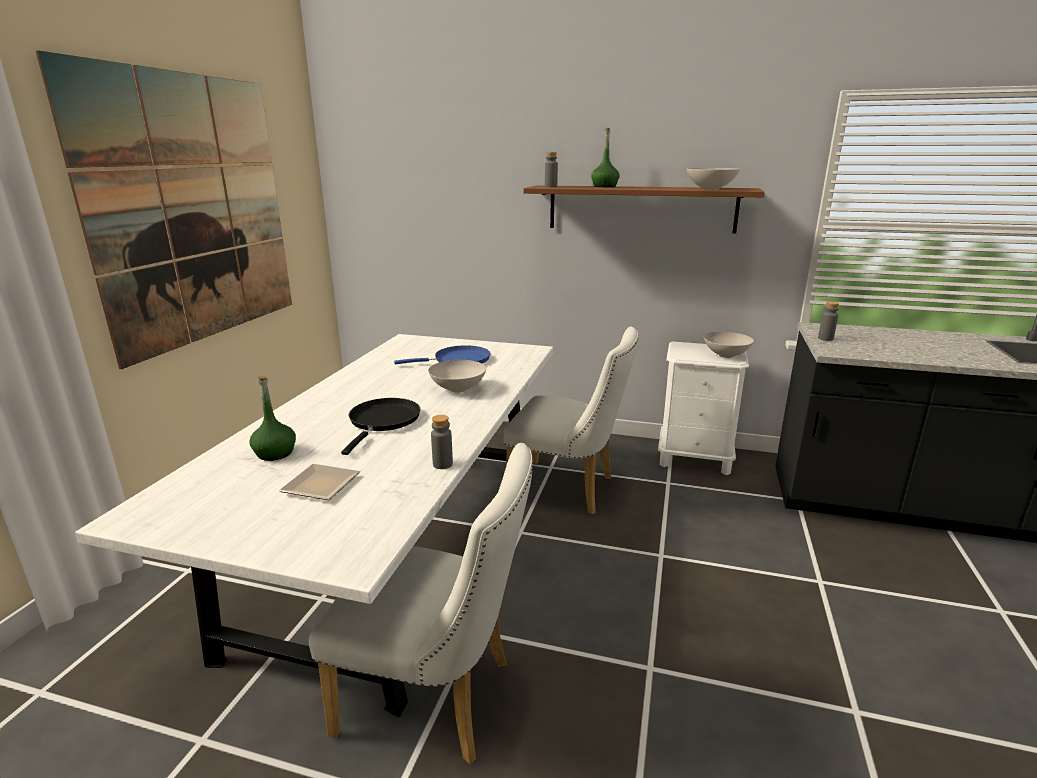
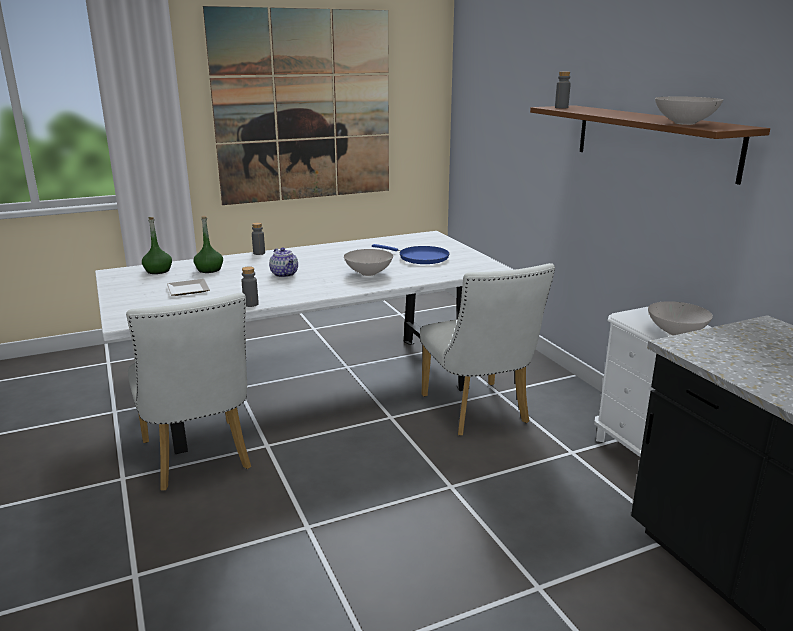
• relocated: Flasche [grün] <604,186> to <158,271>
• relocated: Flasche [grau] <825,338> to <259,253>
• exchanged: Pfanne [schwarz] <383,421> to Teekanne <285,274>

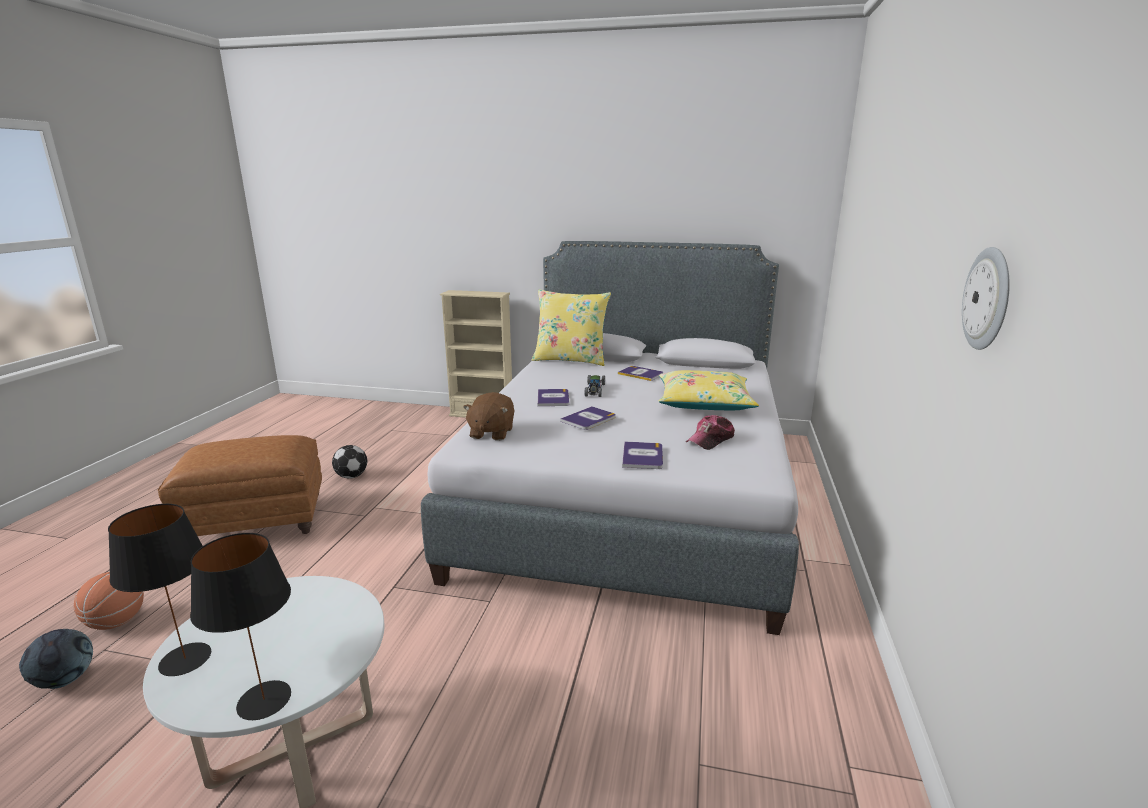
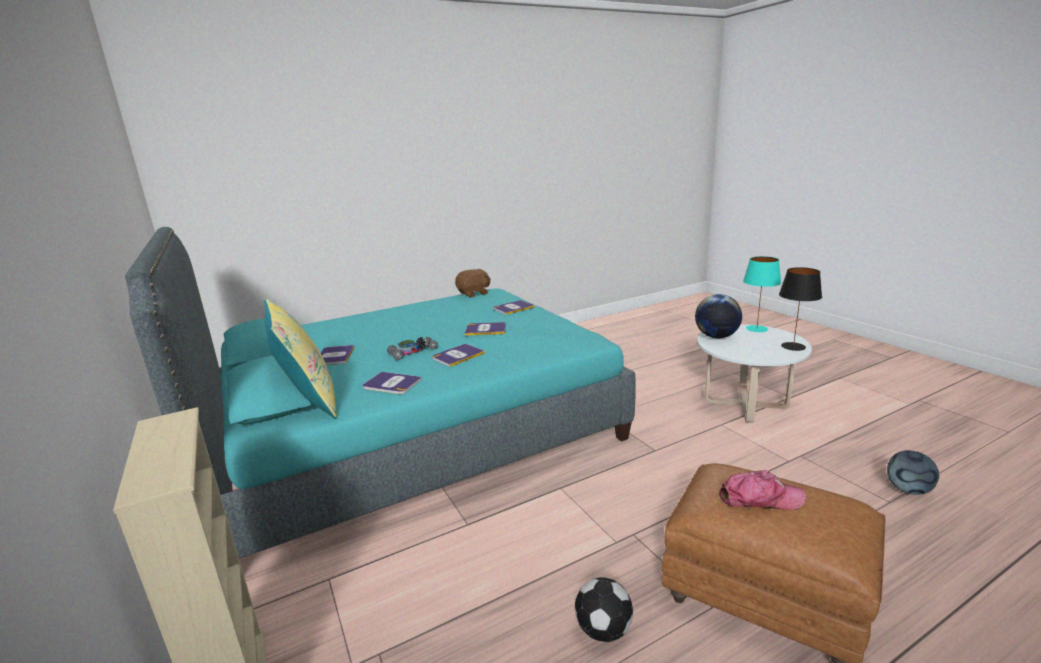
• colour: Bett [grau] <629,492> to Bett [türkis] <412,436>
• missing: Wanduhr <988,299>
• missing: Kissen [gelb] <704,403>
• relocated: Plüschtier [braun] <491,433> to <474,294>
• relocated: Kappe <710,440> to <759,498>
• colour: Tischlampe [schwarz] <263,700> to Tischlampe [türkis] <757,329>
• missing: Basketball <116,622>
• appeared: Globus <716,337>
• appeared: Buch <391,384>

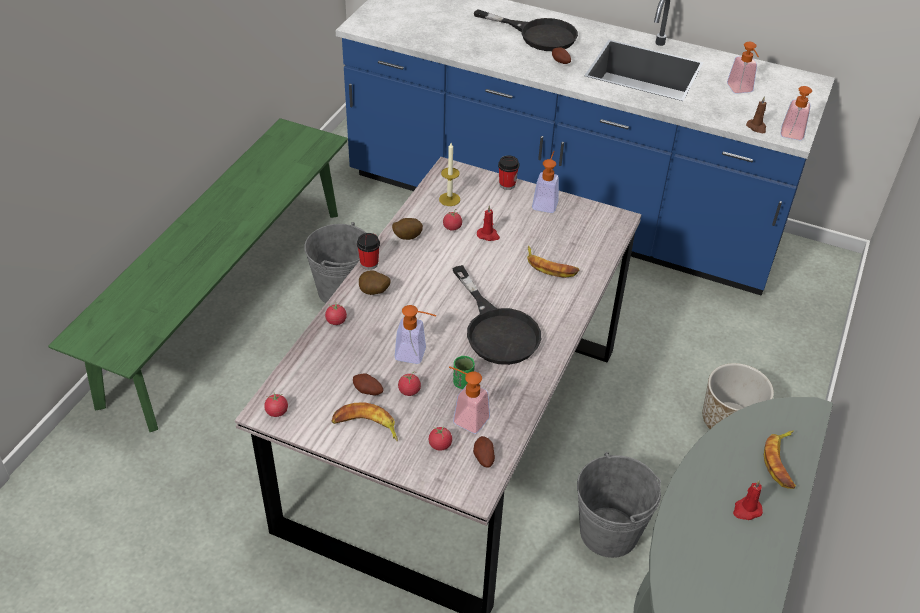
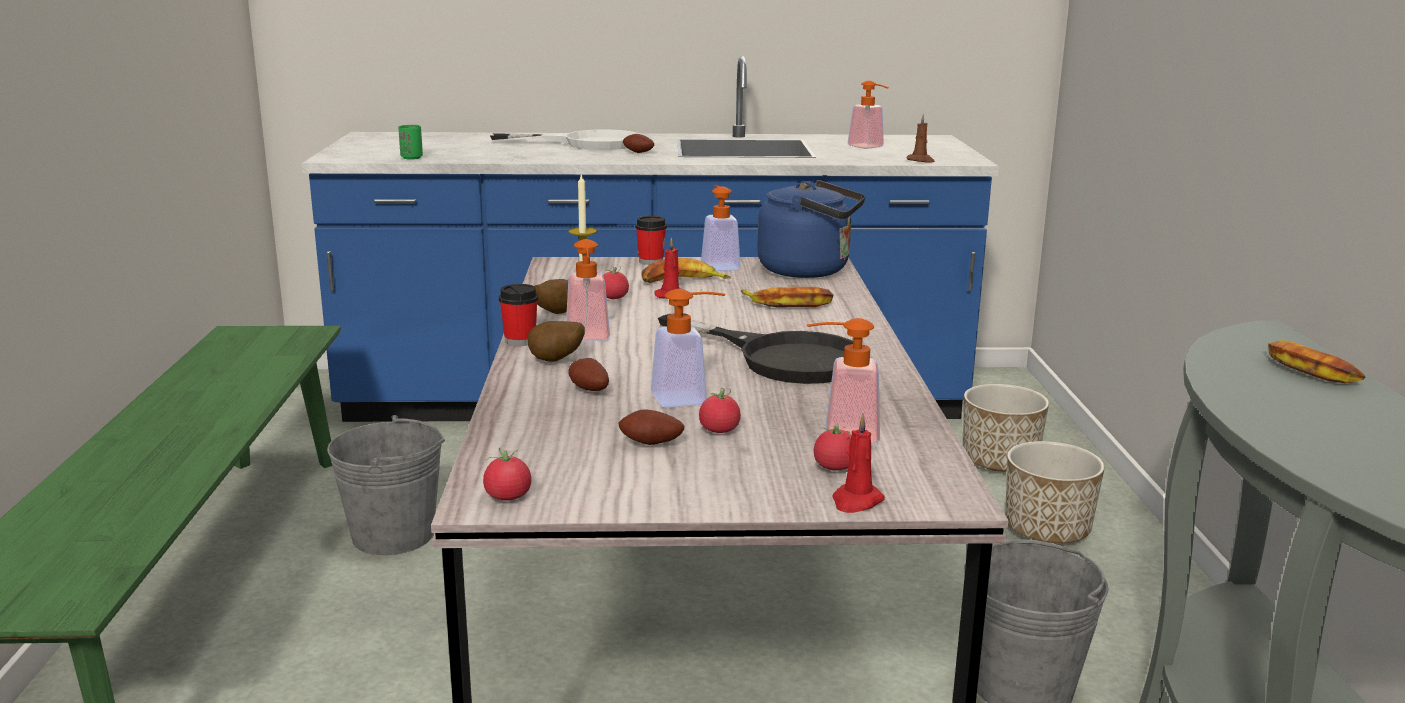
• colour: Pfanne [schwarz] <538,34> to Pfanne [weiß] <587,143>
• relocated: Seifenspender <791,136> to <588,339>
• missing: Tomate <336,321>
• relocated: Tasse [grün] <463,383> to <411,158>
• relocated: Banane <366,426> to <682,281>
• relocated: Kartoffel <483,458> to <588,390>
• relocated: Kerze [rot] <746,510> to <856,501>
• appeared: Wasserkessel [blau] <810,270>
• appeared: Pflanzkübel <999,462>

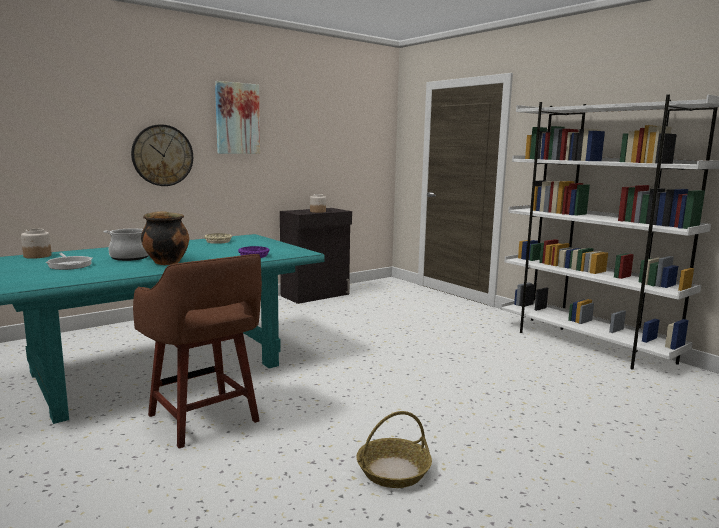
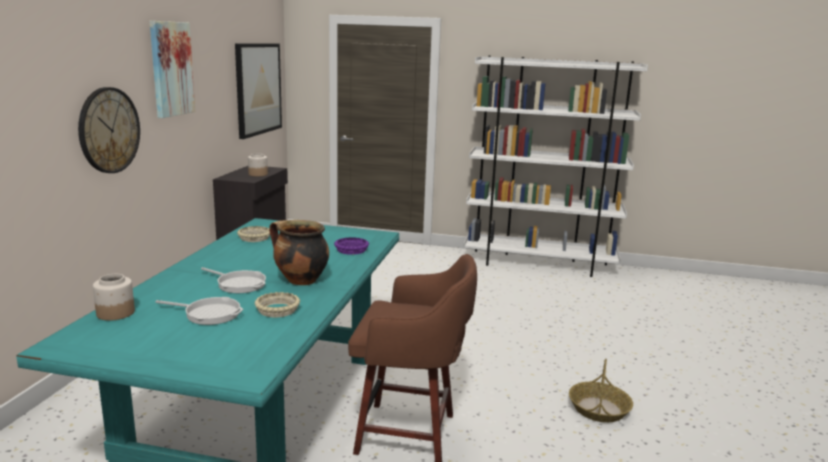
• exchanged: Kochtopf <130,257> to Pfanne <239,284>
• appeared: Bild <258,89>
• appeared: Schüssel [beige] <277,310>

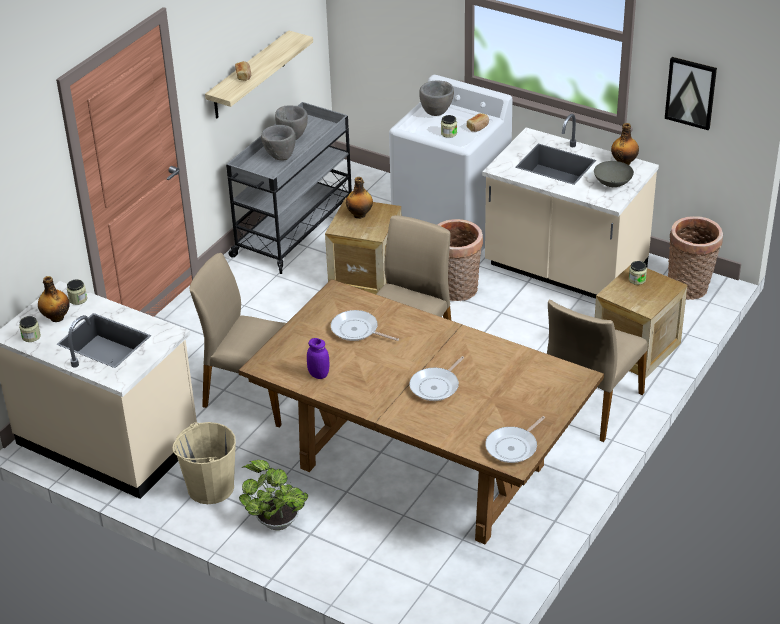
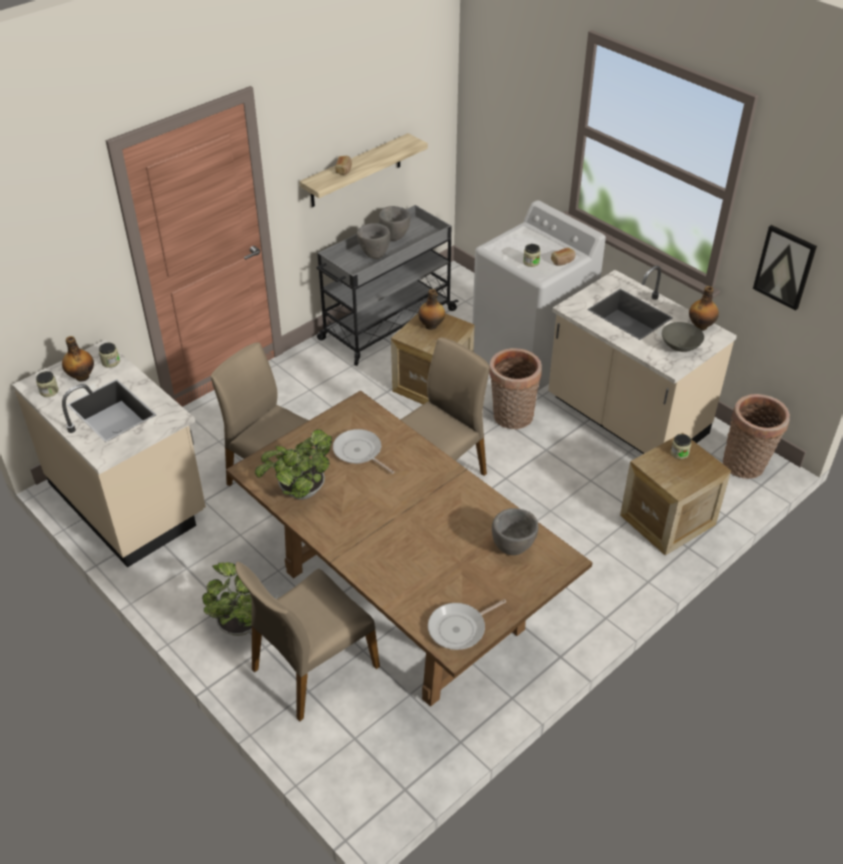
• relocated: Schüssel [grau] <436,113> to <513,548>
• relocated: Stuhl [beige] <589,405> to <313,667>
• exchanged: Vorratsglas [lila] <318,374> to Topfpflanze <299,493>
• missing: Pfanne <436,386>
• missing: Eimer [beige] <210,487>

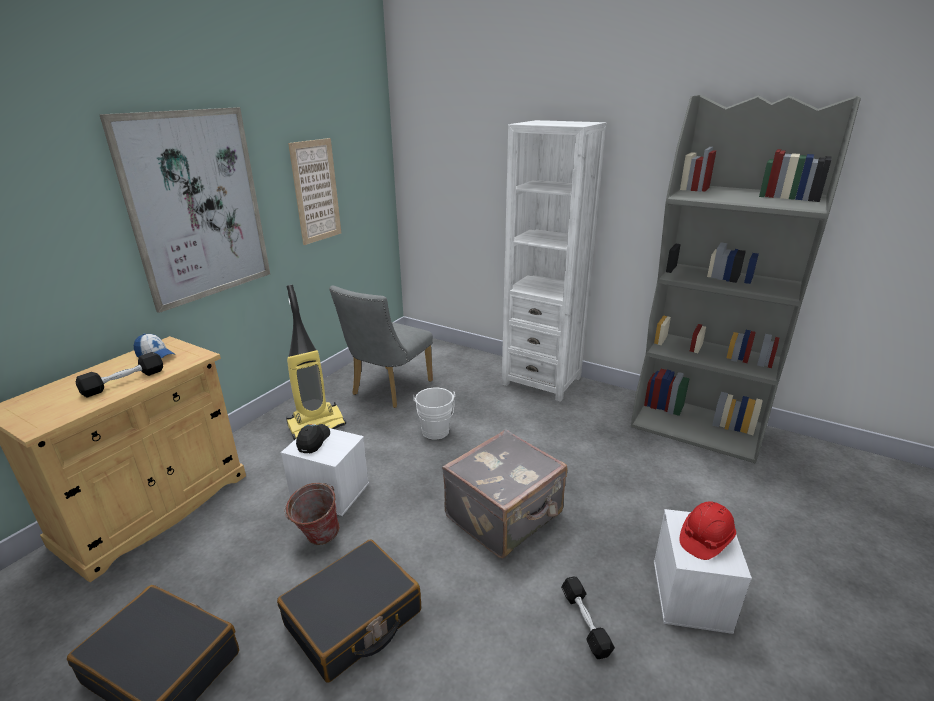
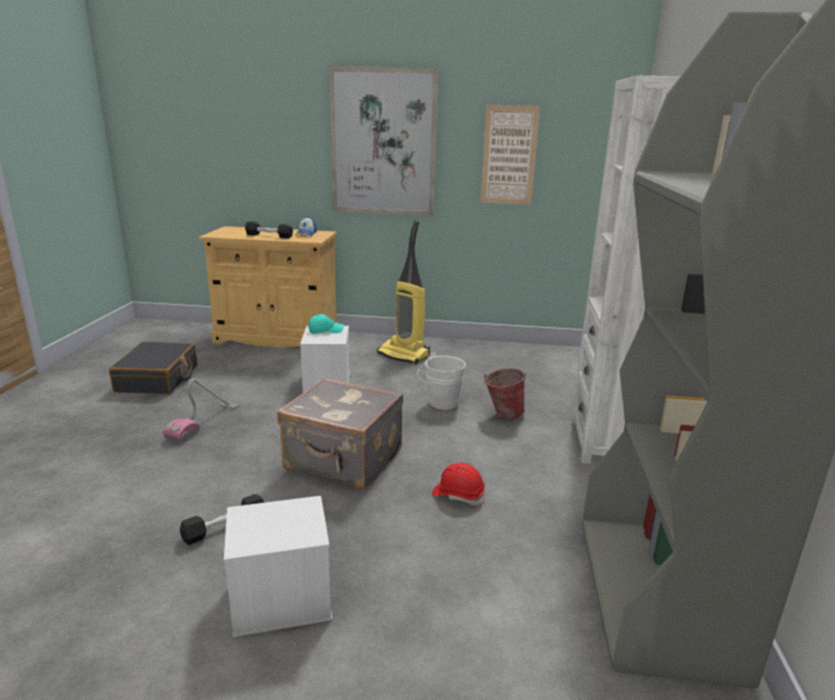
• missing: Stuhl [grau] <388,390>
• colour: Kappe [schwarz] <313,441> to Kappe [türkis] <326,330>
• relocated: Eimer <317,538> to <502,414>
• relocated: Schutzhelm [rot] <705,539> to <458,495>
• exchanged: Koffer [schwarz] <353,619> to Staubsauger <203,422>

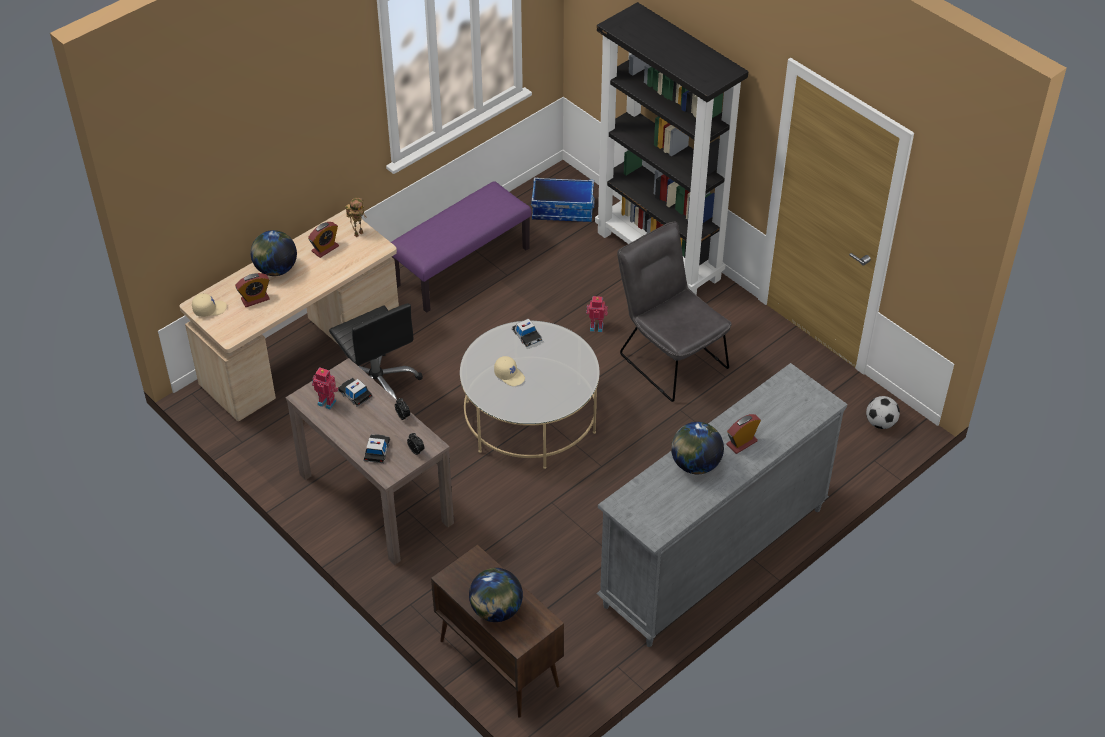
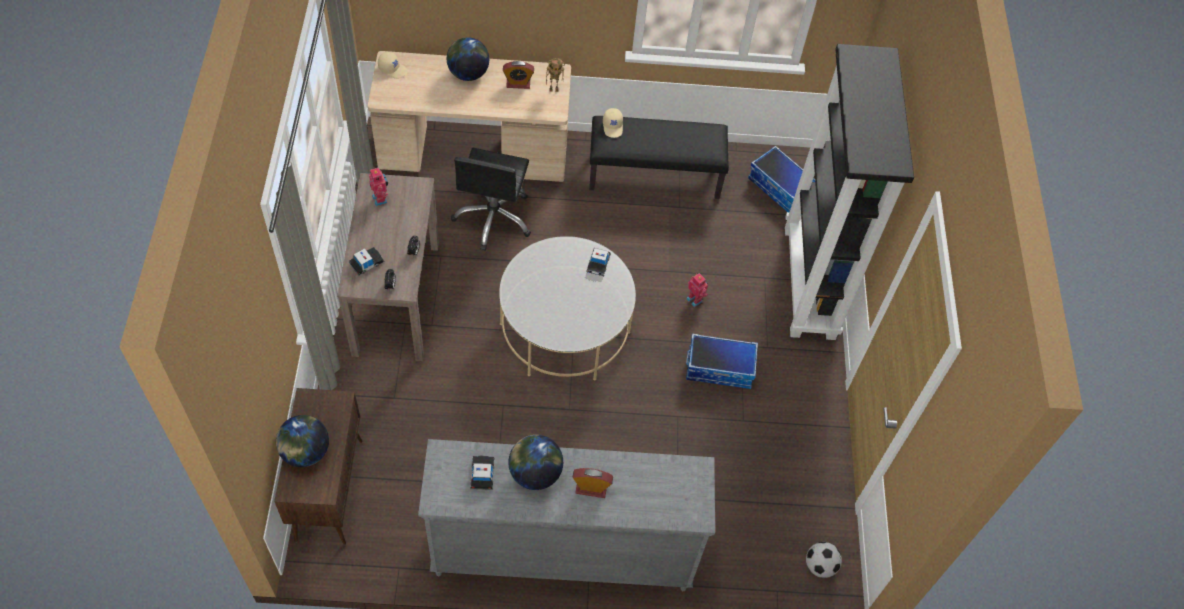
• colour: Bank [lila] <462,266> to Bank [schwarz] <655,175>
• exchanged: Stuhl [grau] <669,357> to Aufbewahrungsbox <719,368>
• missing: Wecker <255,299>
• relocated: Kappe [beige] <510,375> to <613,126>
• relocated: Spielzeugauto <355,394> to <482,474>

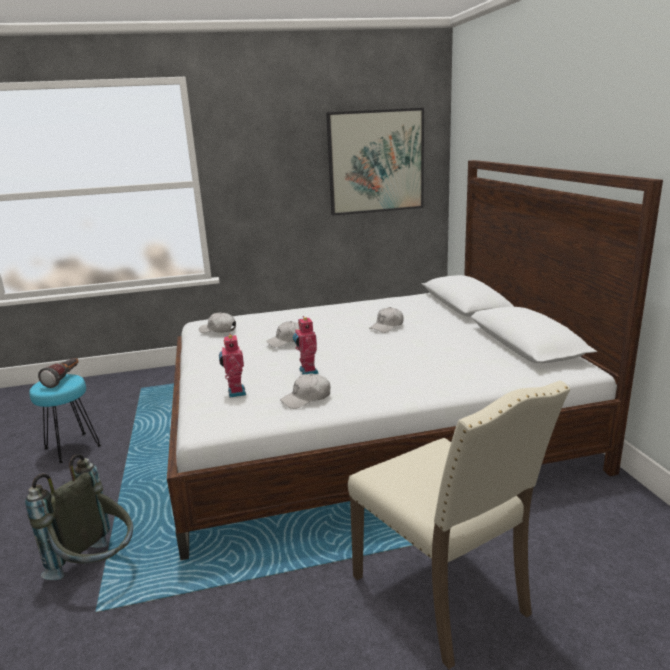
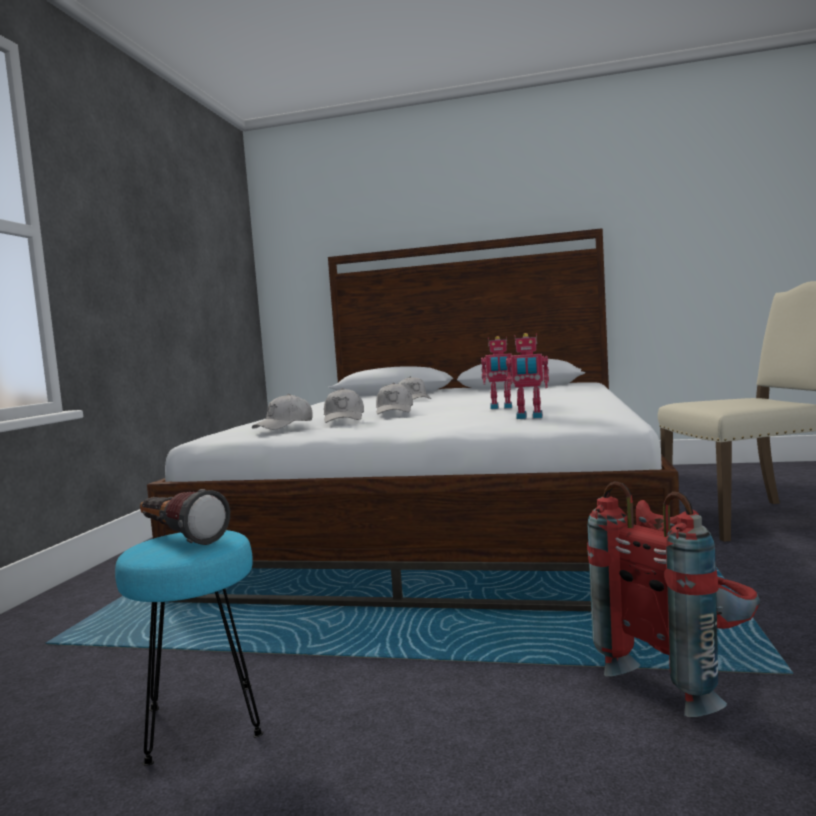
• missing: Bild <376,162>
• relocated: Kappe [weiß] <306,398> to <344,418>
• colour: Rucksack [grau] <98,568> to Rucksack [rot] <682,676>

